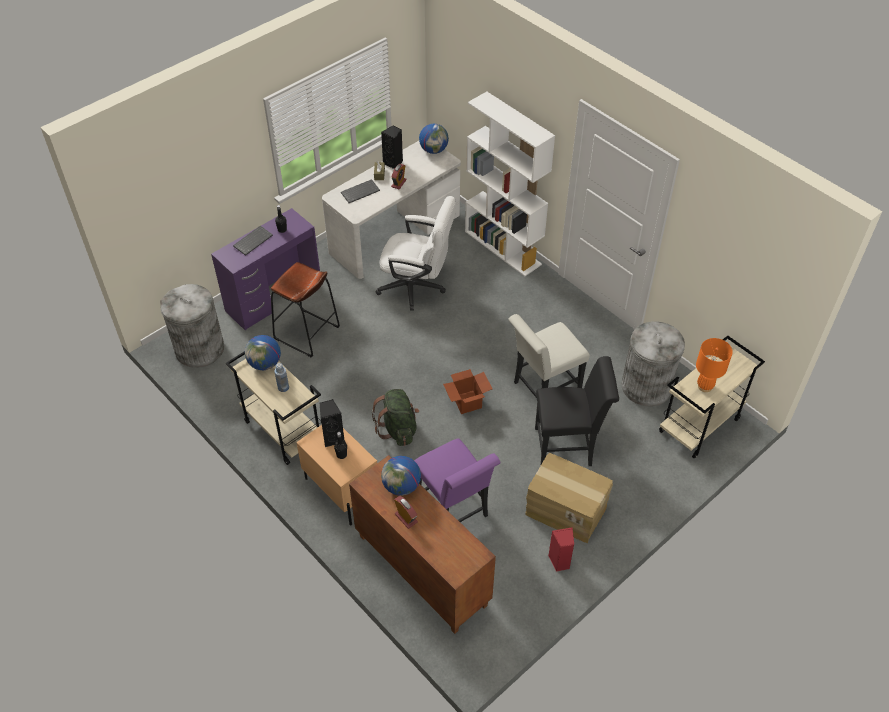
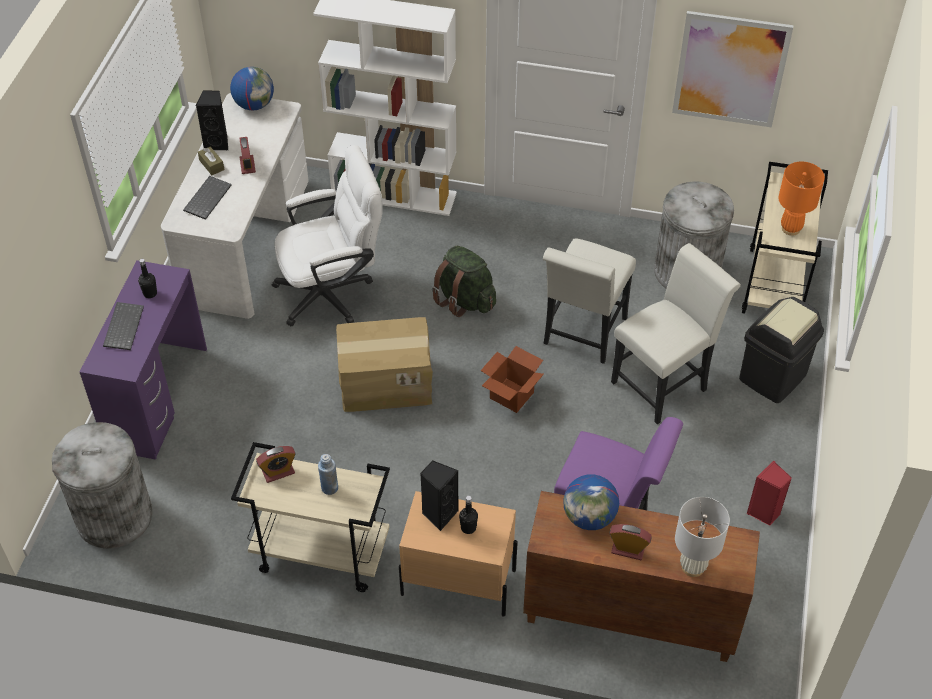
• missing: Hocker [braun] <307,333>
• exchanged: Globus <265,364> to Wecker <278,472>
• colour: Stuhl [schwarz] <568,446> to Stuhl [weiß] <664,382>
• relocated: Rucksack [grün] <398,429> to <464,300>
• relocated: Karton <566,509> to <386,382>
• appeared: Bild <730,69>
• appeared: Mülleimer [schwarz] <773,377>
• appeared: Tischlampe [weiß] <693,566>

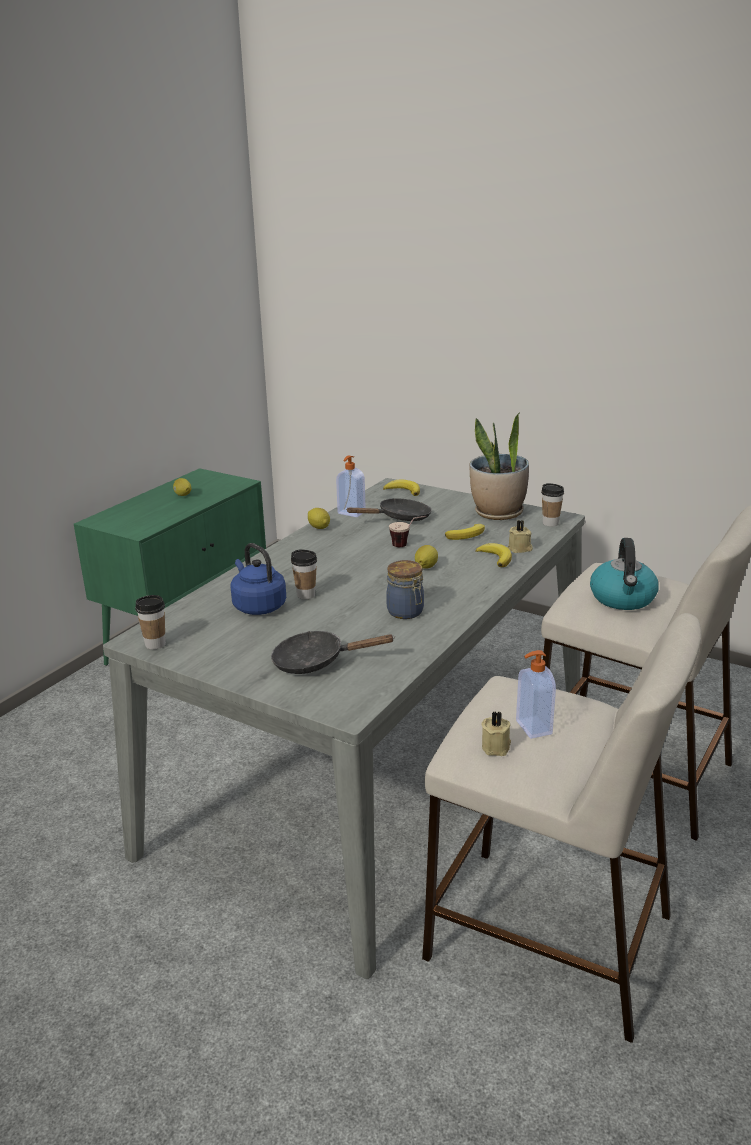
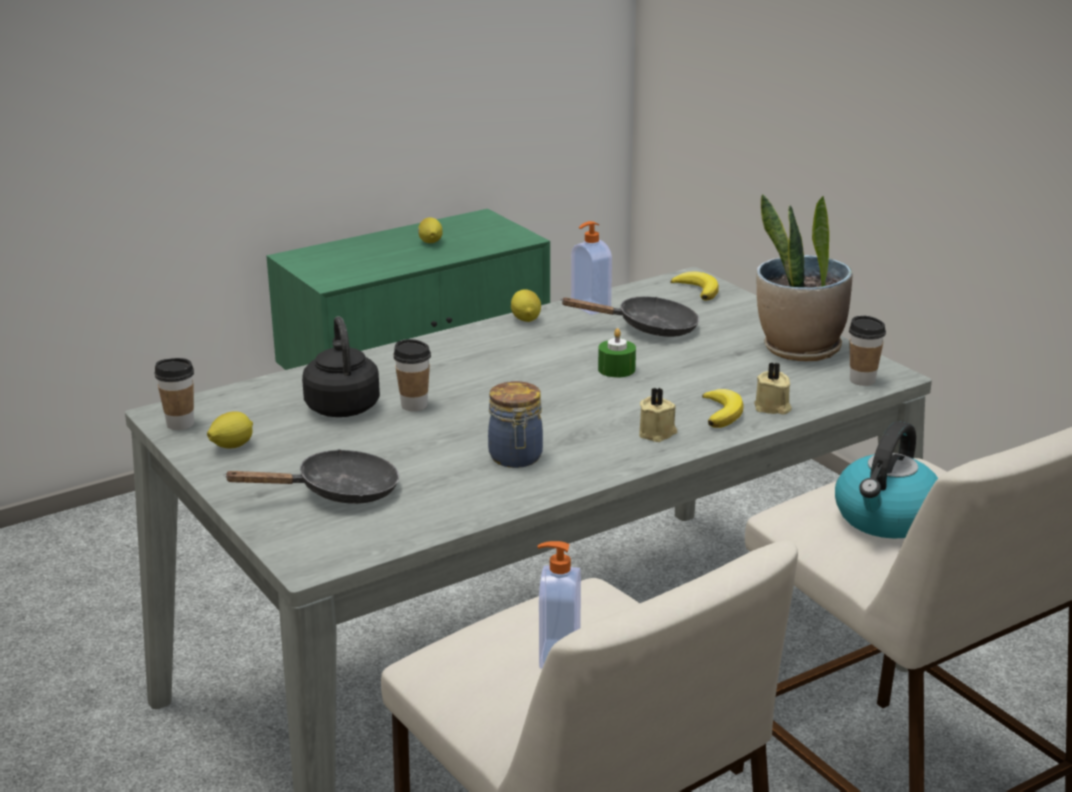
• exchanged: Tasse <407,546> to Kerze [grün] <616,369>
• missing: Banane <467,535>
• colour: Wasserkessel [blau] <257,606> to Wasserkessel [schwarz] <342,405>
• relocated: Zitrone <425,567> to <232,446>
• spun: Pfanne [schwarz] <316,662> = <338,492> 135 degrees clockwise
• relocated: Kerze [beige] <497,747> to <658,433>

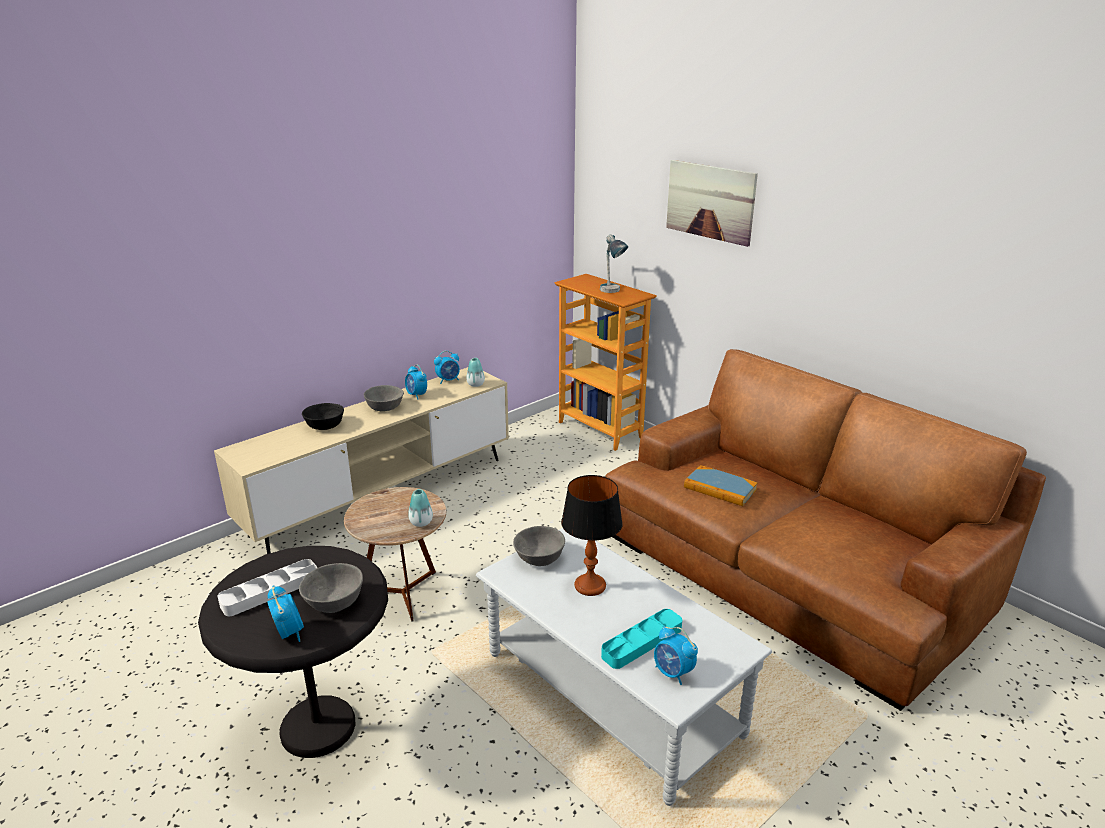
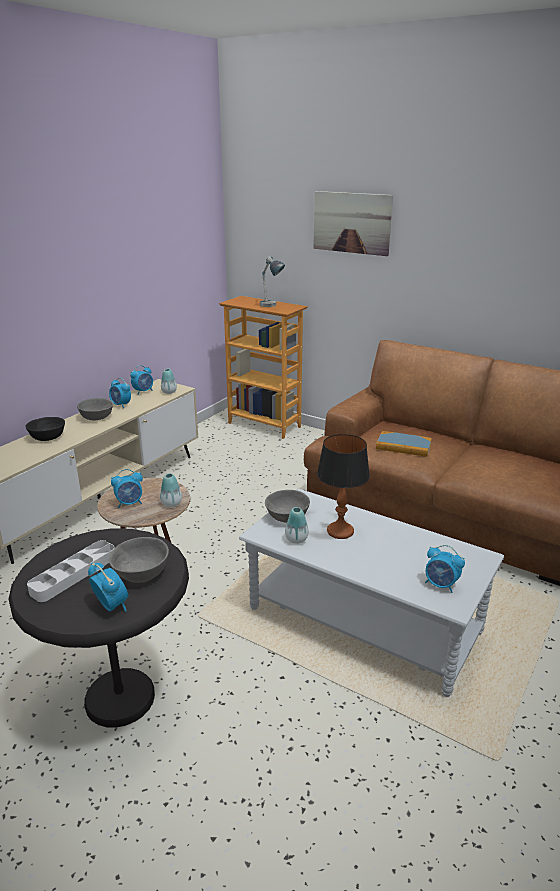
• missing: Tablett [türkis] <642,642>
• appeared: Wecker <130,503>
• appeared: Vase <296,539>

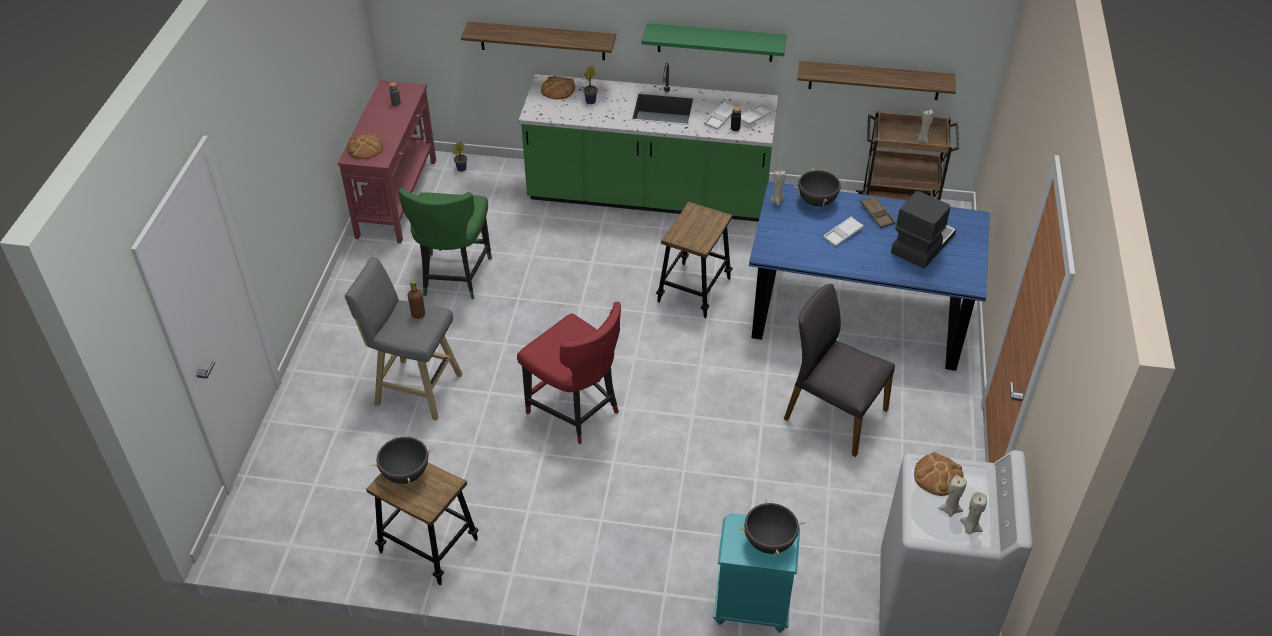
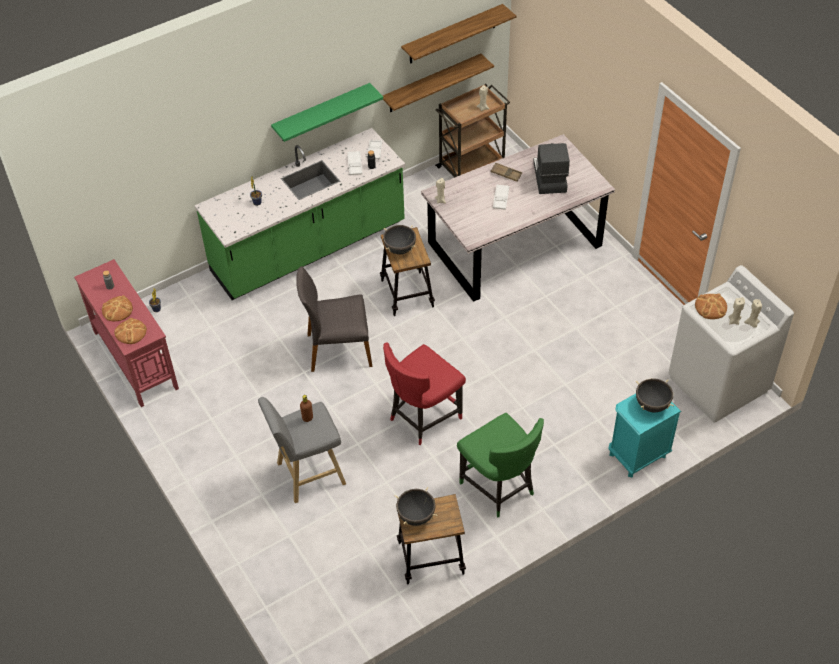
• relocated: Wandregal <542,41> to <452,34>
• relocated: Brot <558,89> to <117,310>
• relocated: Kochtopf [schwarz] <817,201> to <400,249>
• colour: Esstisch [blau] <858,312> to Esstisch [grau] <515,245>
• relocated: Stuhl [grün] <454,277> to <499,488>
• relocated: Stuhl [grau] <834,414> to <338,349>
• spun: Stuhl [rot] <575,411> = <423,417> 135 degrees clockwise

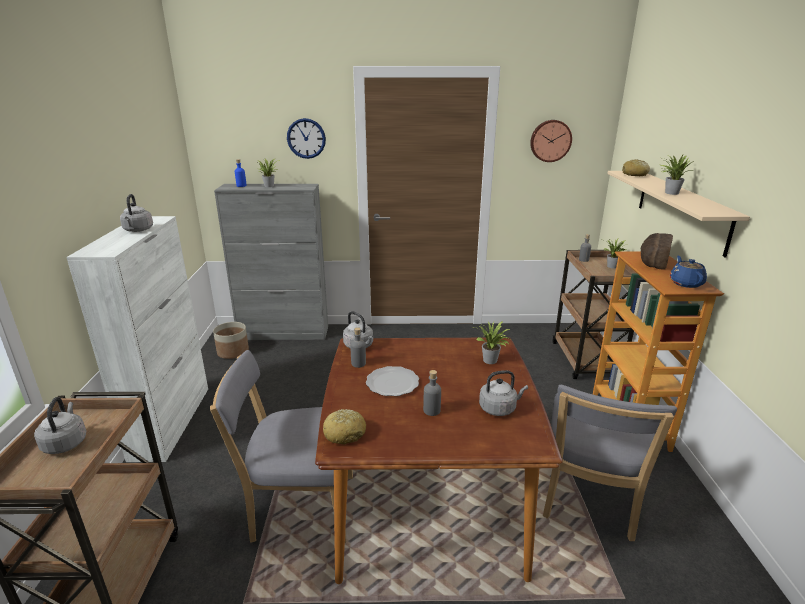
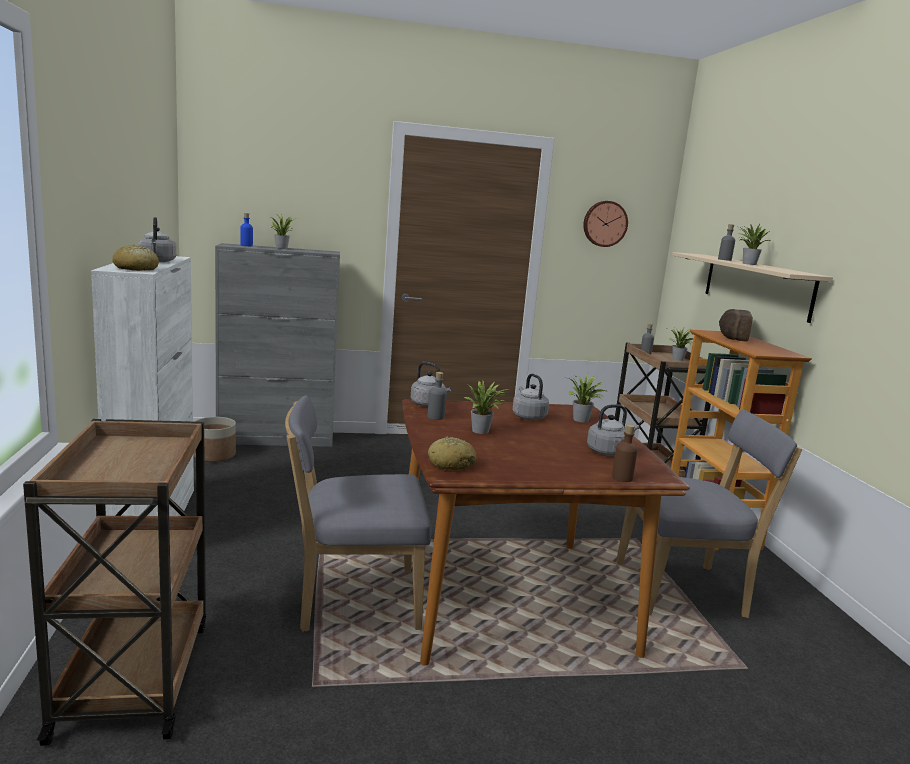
• missing: Wanduhr <306,138>
• relocated: Brot <634,174> to <136,269>
• missing: Teekanne [blau] <685,283>
• exchanged: Teller <392,383> to Topfpflanze <482,431>
• relocated: Flasche [grau] <431,410> to <724,259>
• spun: Stuhl [grau] <588,501> = <686,590> 105 degrees counterclockwise
• relocated: Wasserkessel [grau] <65,442> to <528,416>
• appeared: Flasche [braun] <622,478>

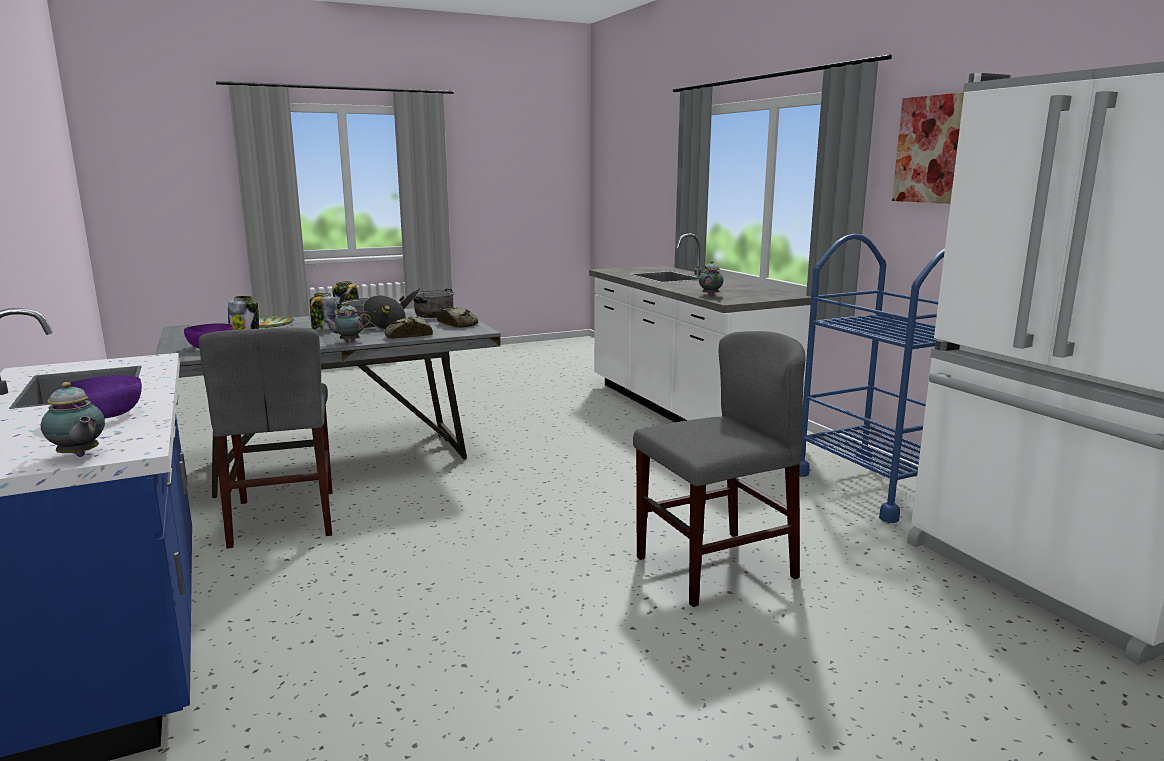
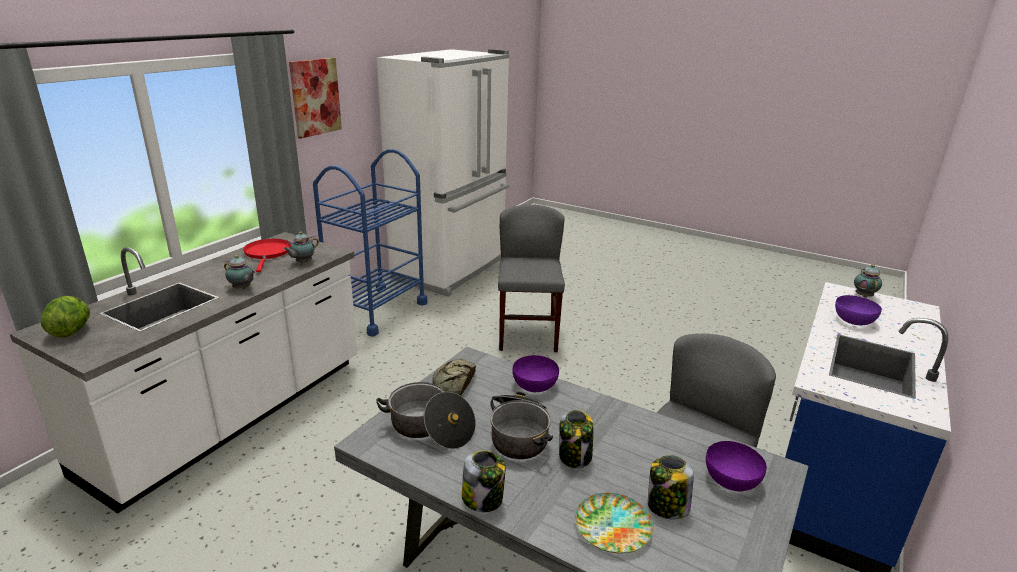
• relocated: Teekanne <348,341> to <242,288>
• exchanged: Brot <407,336> to Schüssel [lila] <535,385>
• spun: Stuhl [grau] <715,567> = <527,334> 60 degrees clockwise
• appeared: Pfanne [rot] <267,253>
• appeared: Salatkopf <71,331>

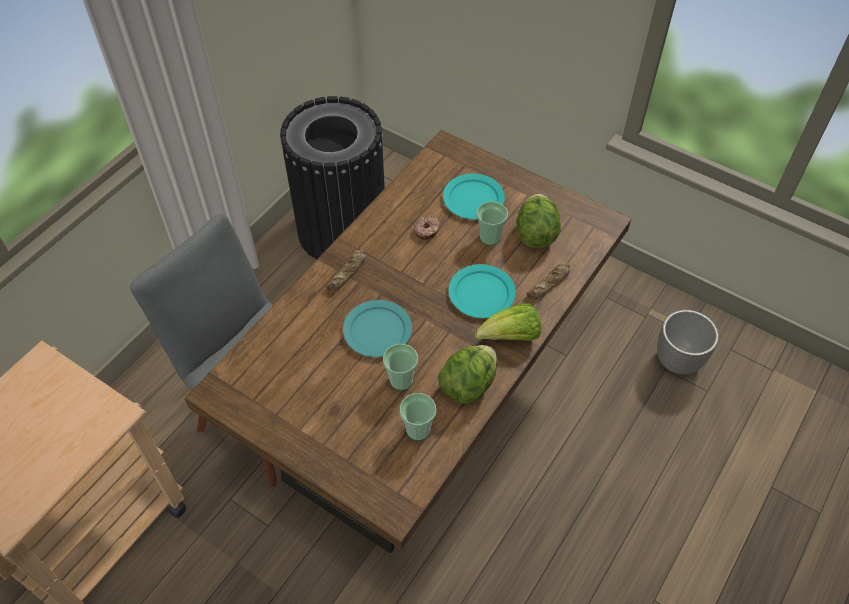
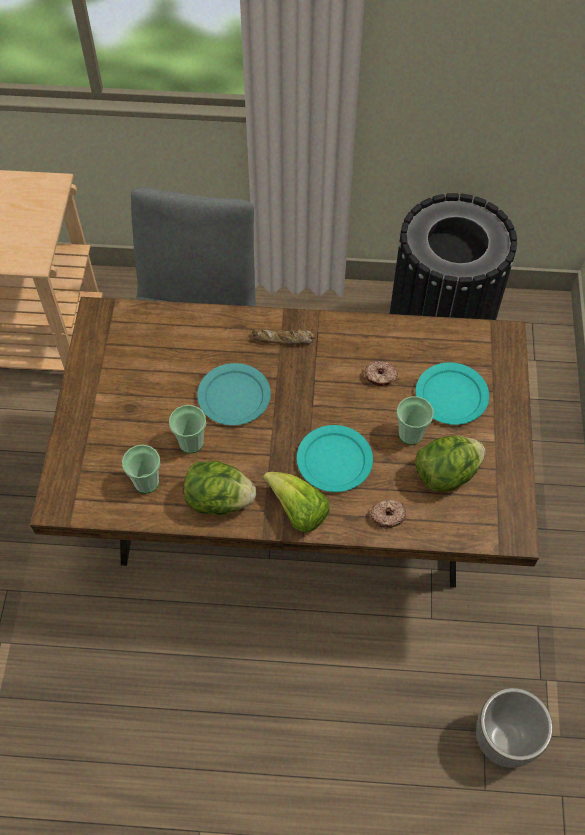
• exchanged: Brot <549,284> to Donut <387,515>

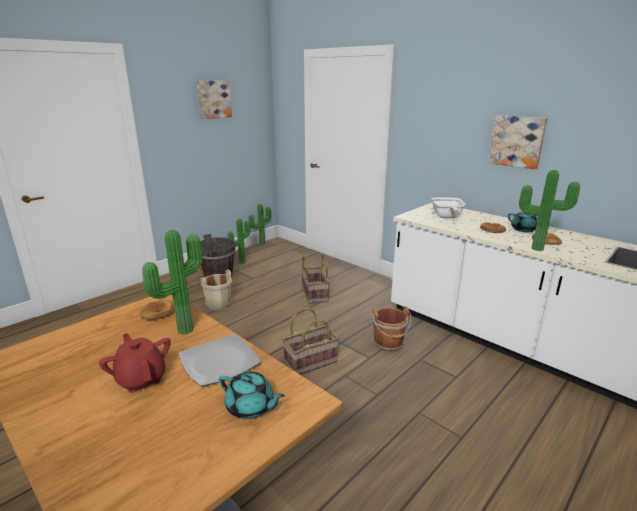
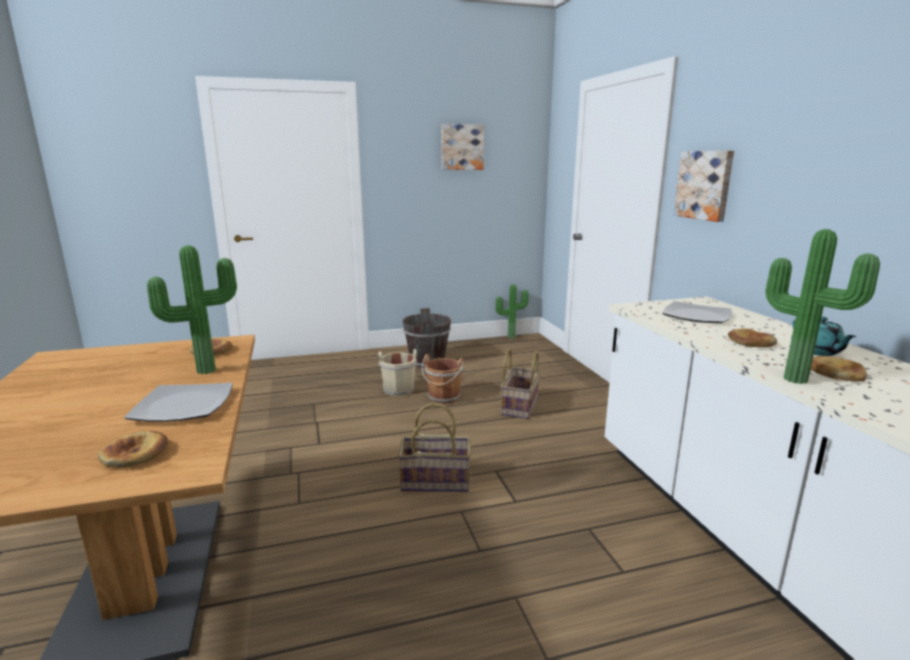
• relocated: Bild <517,141> to <705,185>
• exchanged: Pfanne <446,217> to Teller <695,316>
• missing: Topfpflanze <241,262>
• relocated: Eimer [braun] <389,344> to <443,397>
• missing: Teekanne [rot] <141,379>
• exchanged: Teekanne [türkis] <251,407> to Brot <135,454>

